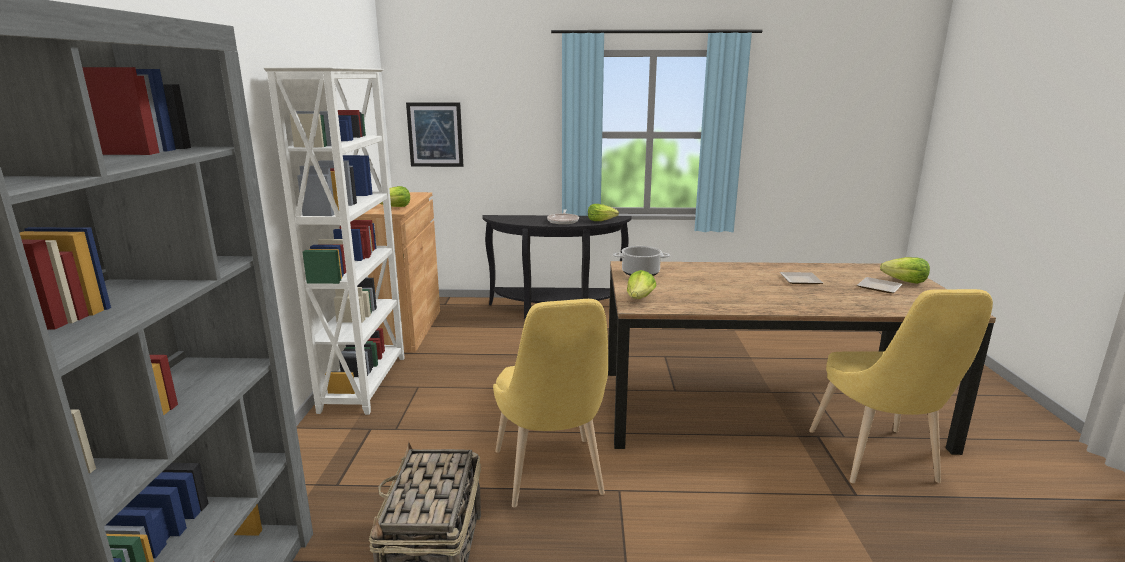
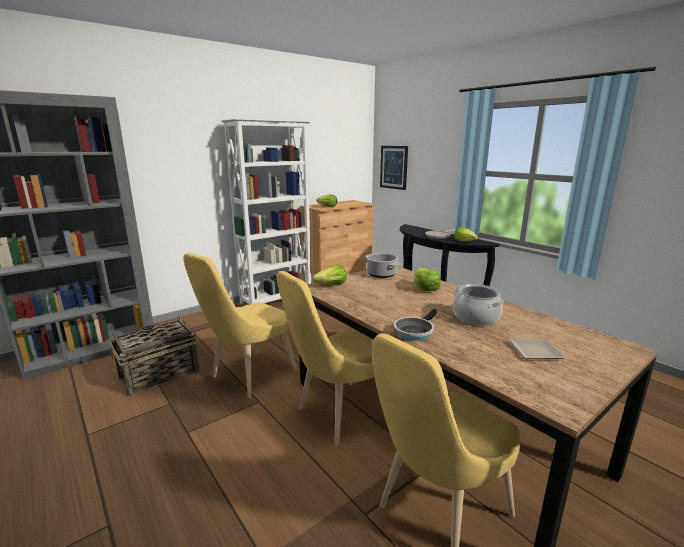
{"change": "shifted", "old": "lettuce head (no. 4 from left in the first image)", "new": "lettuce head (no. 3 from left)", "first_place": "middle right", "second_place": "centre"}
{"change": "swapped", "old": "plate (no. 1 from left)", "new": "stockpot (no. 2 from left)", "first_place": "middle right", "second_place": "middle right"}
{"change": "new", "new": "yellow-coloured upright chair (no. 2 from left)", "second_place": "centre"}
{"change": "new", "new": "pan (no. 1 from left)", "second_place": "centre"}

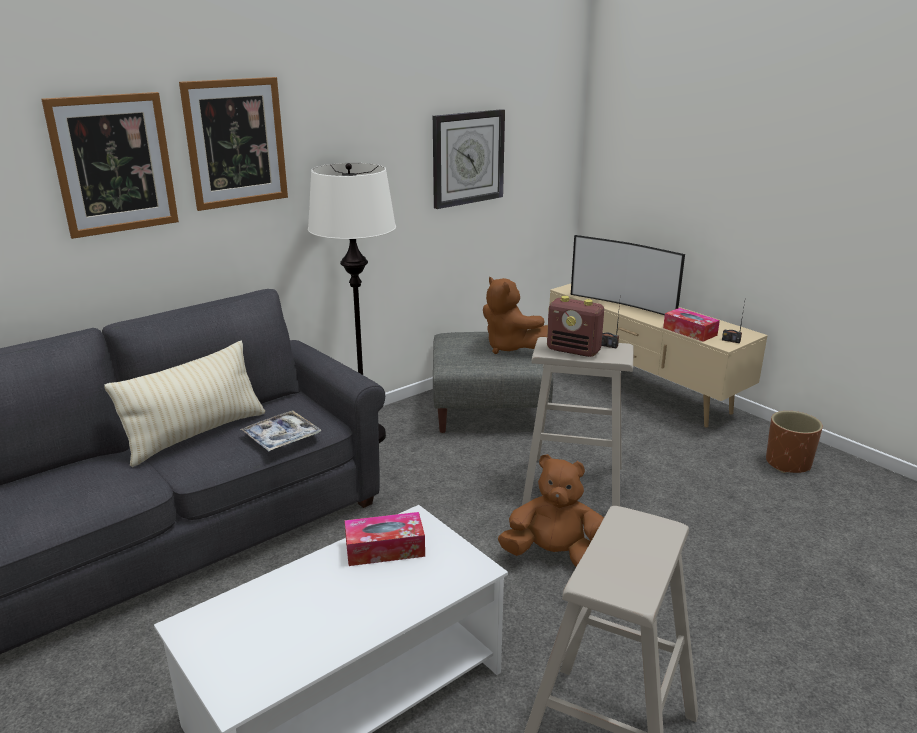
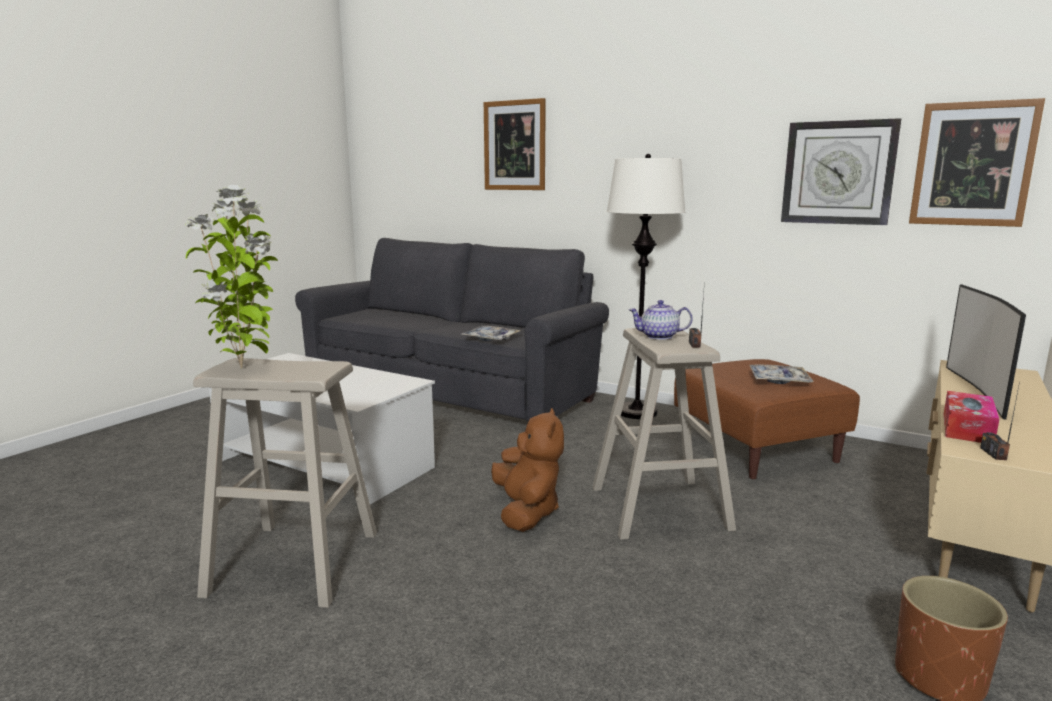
{"change": "shifted", "old": "picture (no. 2 from left)", "first_place": "top left", "second_place": "top right"}
{"change": "swapped", "old": "brown-coloured soft toy (no. 1 from left)", "new": "tray (no. 2 from left)", "first_place": "centre", "second_place": "middle right"}
{"change": "swapped", "old": "radio receiver (no. 1 from left)", "new": "teapot", "first_place": "centre", "second_place": "centre"}
{"change": "repainted", "old": "grey footrest", "new": "brown-coloured footrest", "first_place": "centre", "second_place": "middle right"}
{"change": "gone", "old": "beige throw pillow", "first_place": "middle left"}
{"change": "gone", "old": "box of tissues (no. 1 from left)", "first_place": "bottom centre"}
{"change": "new", "new": "plant in a pot", "second_place": "middle left"}

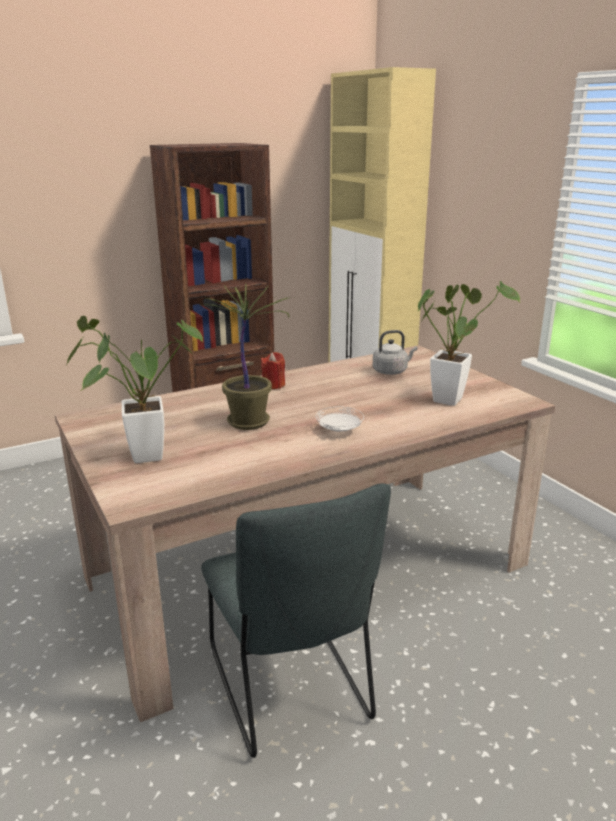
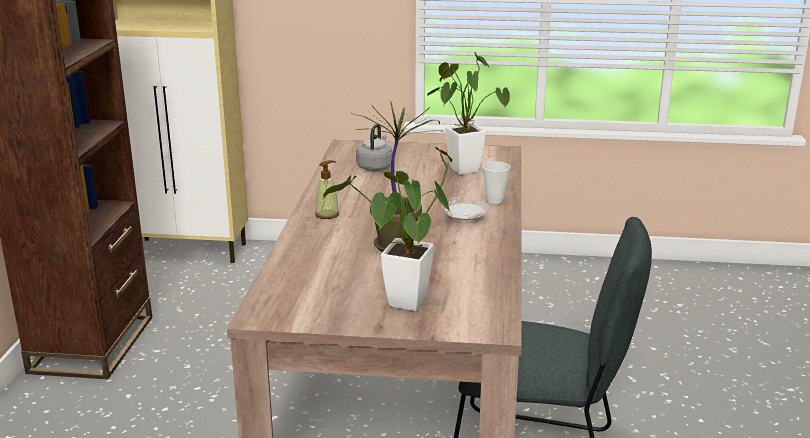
{"change": "swapped", "old": "reddish wax candle", "new": "soap bottle", "first_place": "centre", "second_place": "centre"}
{"change": "new", "new": "cup", "second_place": "centre"}

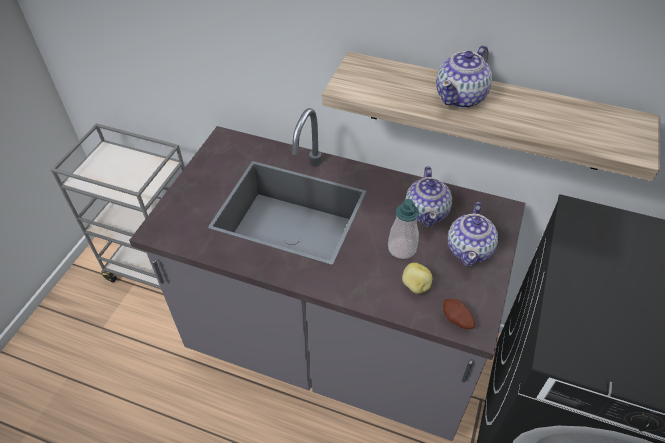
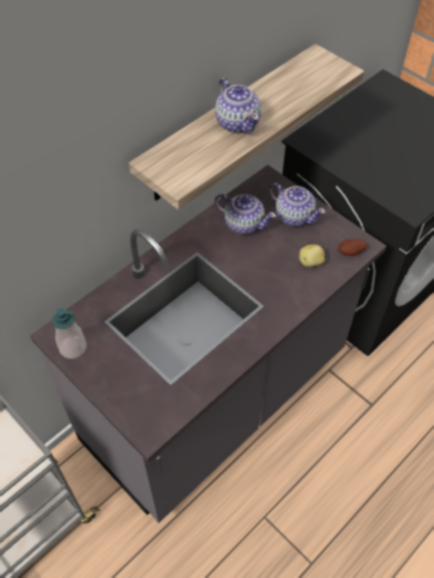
{"change": "shifted", "old": "soap bottle", "first_place": "centre", "second_place": "middle left"}

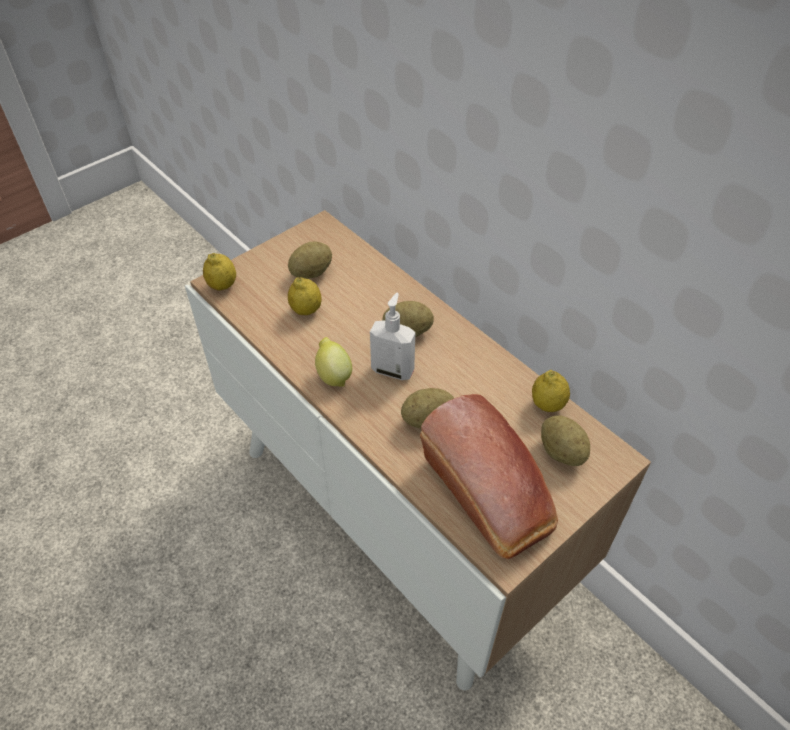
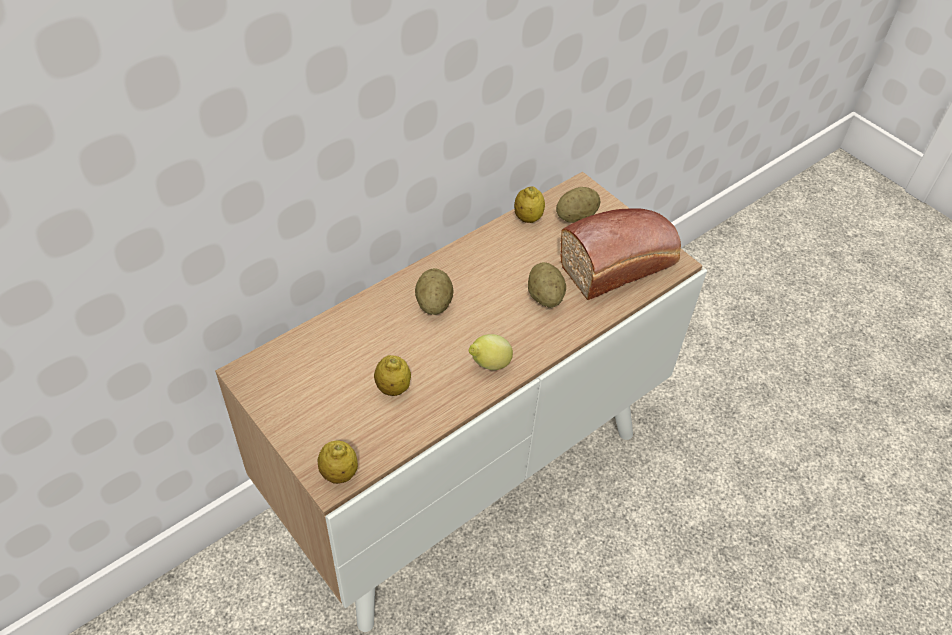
{"change": "gone", "old": "whole potato (no. 1 from left)", "first_place": "centre"}
{"change": "gone", "old": "soap bottle", "first_place": "centre"}

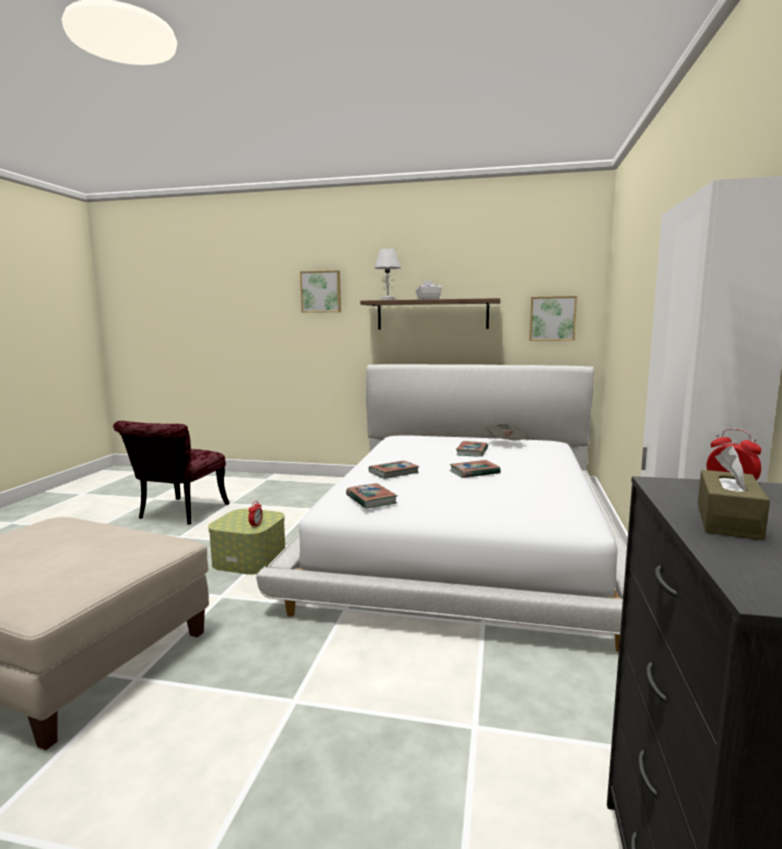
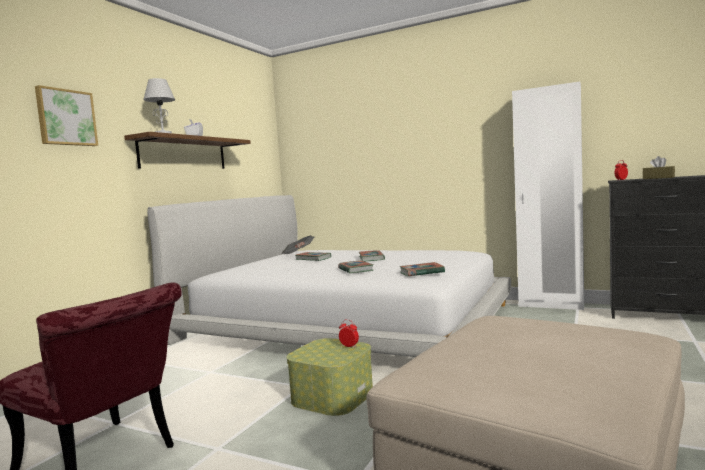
{"change": "gone", "old": "picture (no. 2 from left)", "first_place": "middle right"}

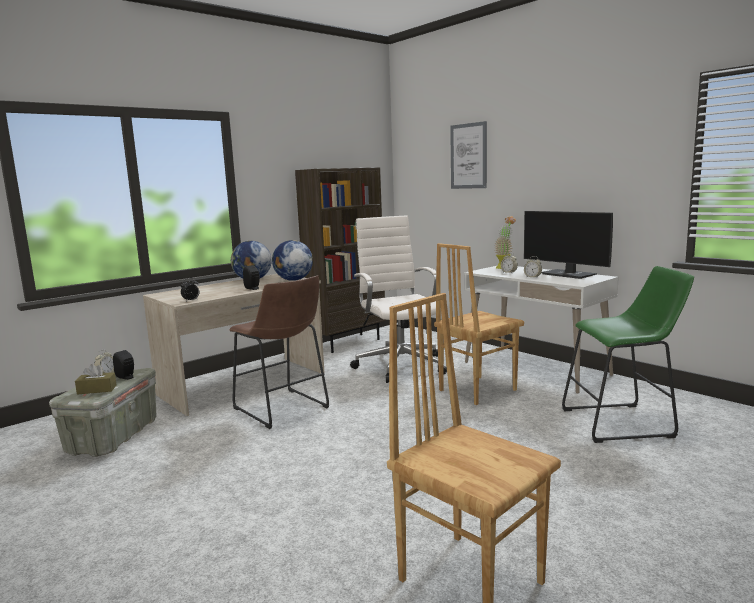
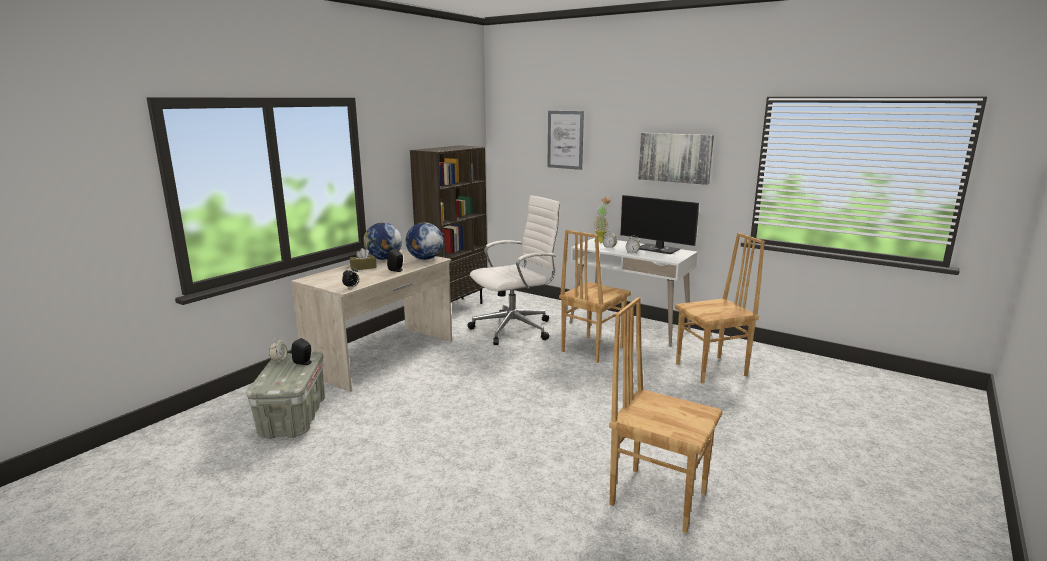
{"change": "rotated", "old": "white-coloured desk chair", "first_place": "centre", "second_place": "centre", "degrees": 90}
{"change": "swapped", "old": "green-coloured stool", "new": "brown-coloured upright chair (no. 3 from left)", "first_place": "middle right", "second_place": "middle right"}
{"change": "gone", "old": "brown-coloured stool", "first_place": "centre"}
{"change": "shifted", "old": "brown-coloured box of tissues", "first_place": "middle left", "second_place": "centre"}
{"change": "new", "new": "picture (no. 2 from left)", "second_place": "top centre"}

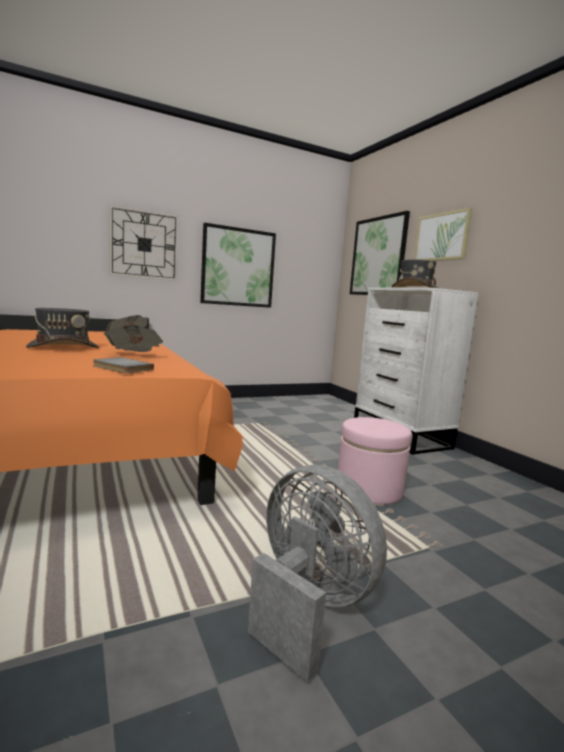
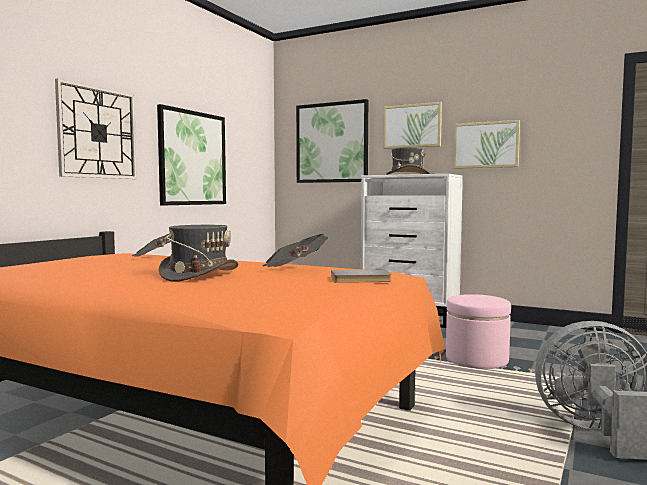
{"change": "new", "new": "picture (no. 4 from left)", "second_place": "top right"}

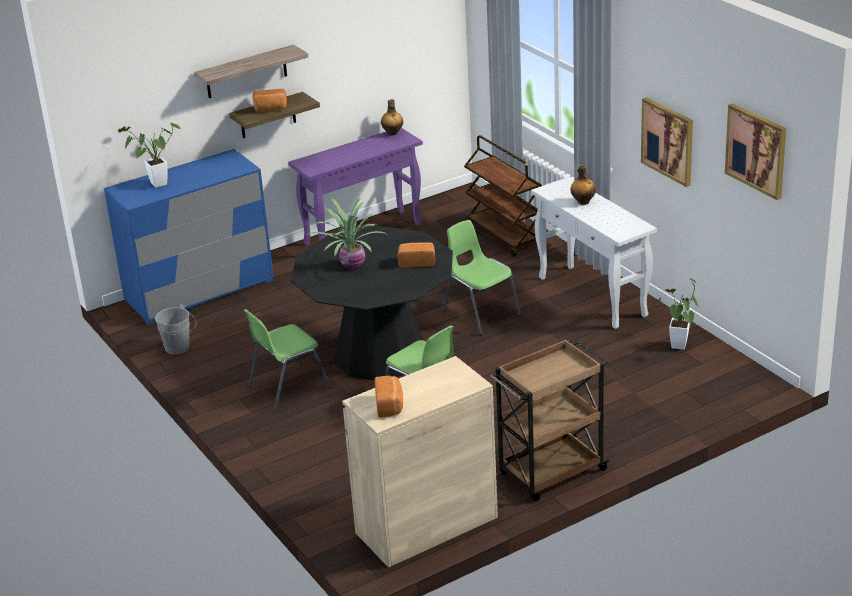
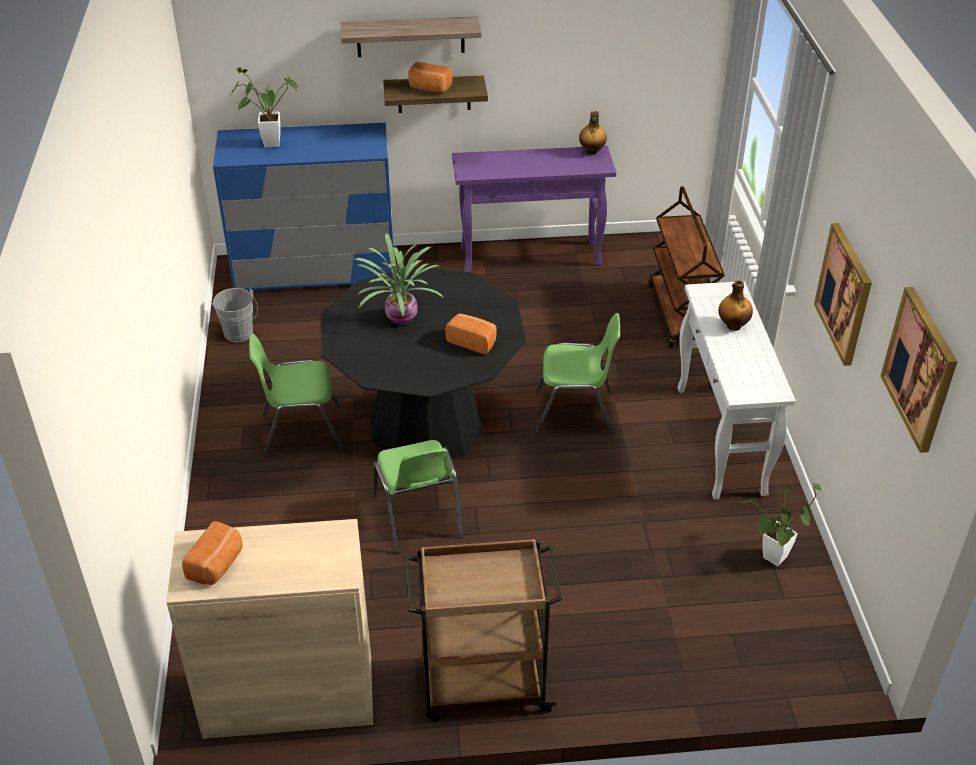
{"change": "rotated", "old": "green-coloured upright chair (no. 3 from left)", "first_place": "centre", "second_place": "centre", "degrees": 105}

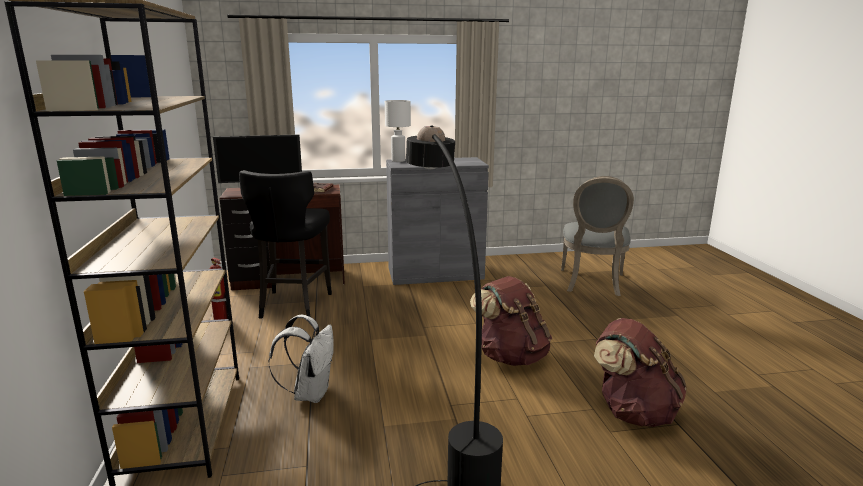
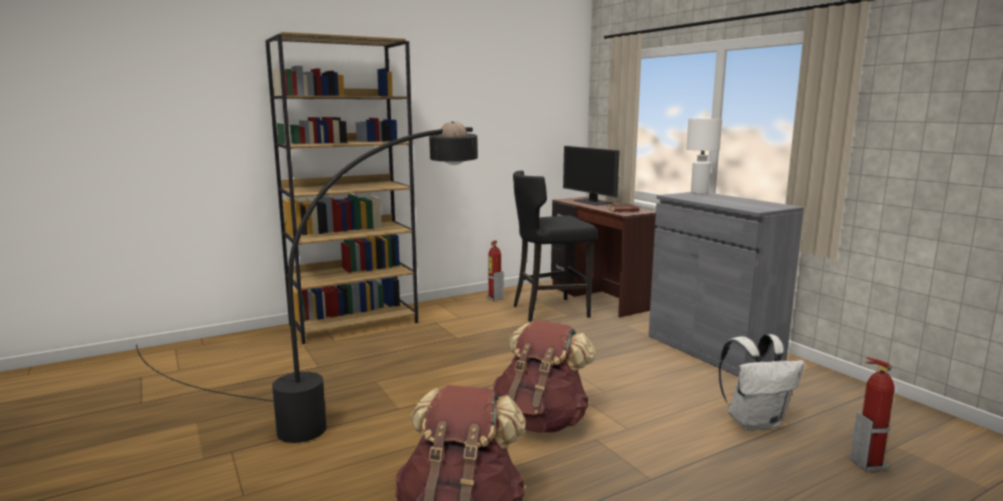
{"change": "swapped", "old": "grey upright chair", "new": "fire-fighting cylinder (no. 2 from left)", "first_place": "middle right", "second_place": "bottom right"}
{"change": "shifted", "old": "white-coloured rucksack", "first_place": "bottom centre", "second_place": "bottom right"}

